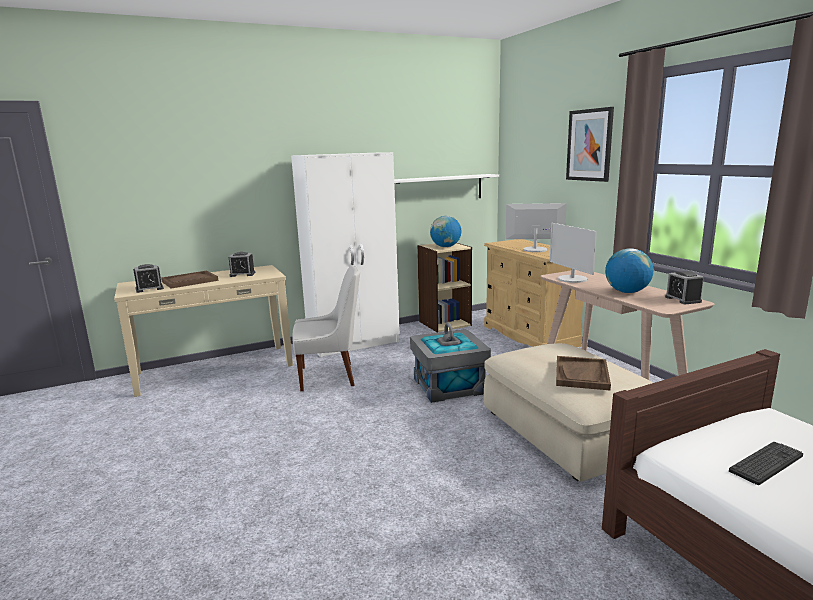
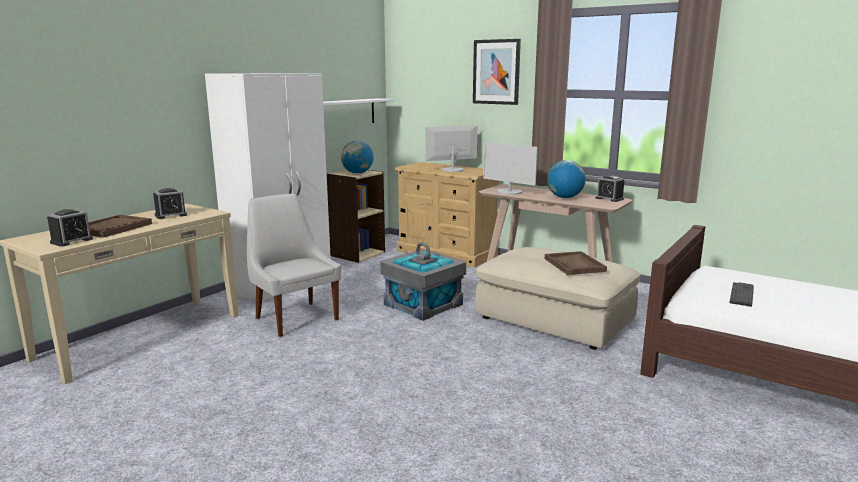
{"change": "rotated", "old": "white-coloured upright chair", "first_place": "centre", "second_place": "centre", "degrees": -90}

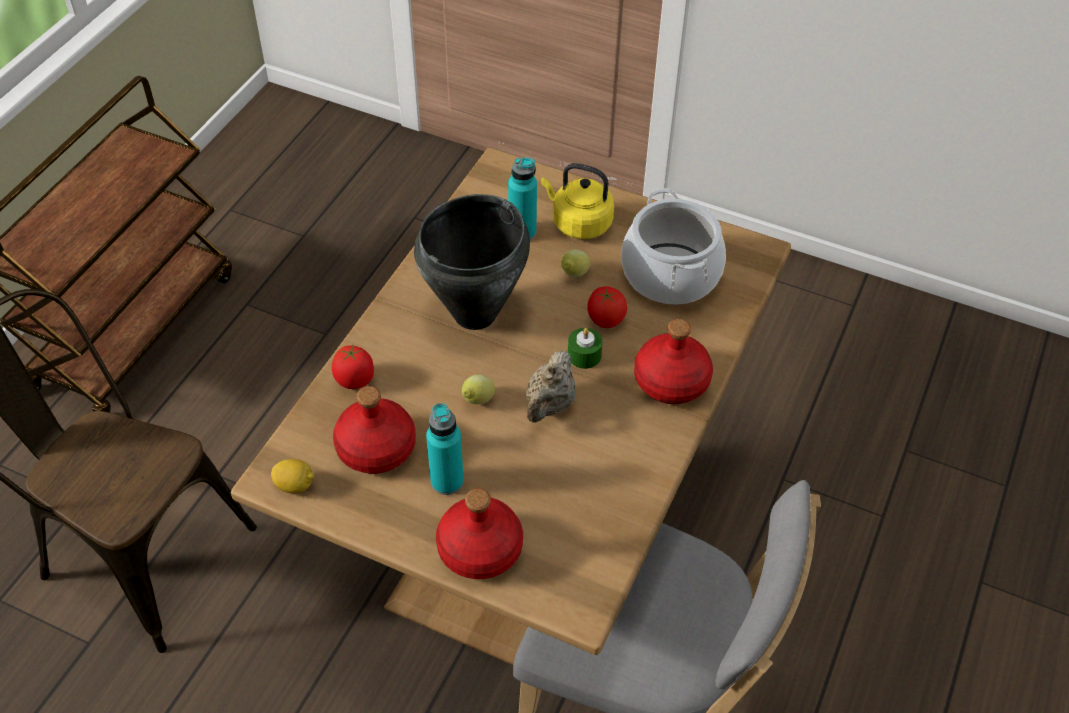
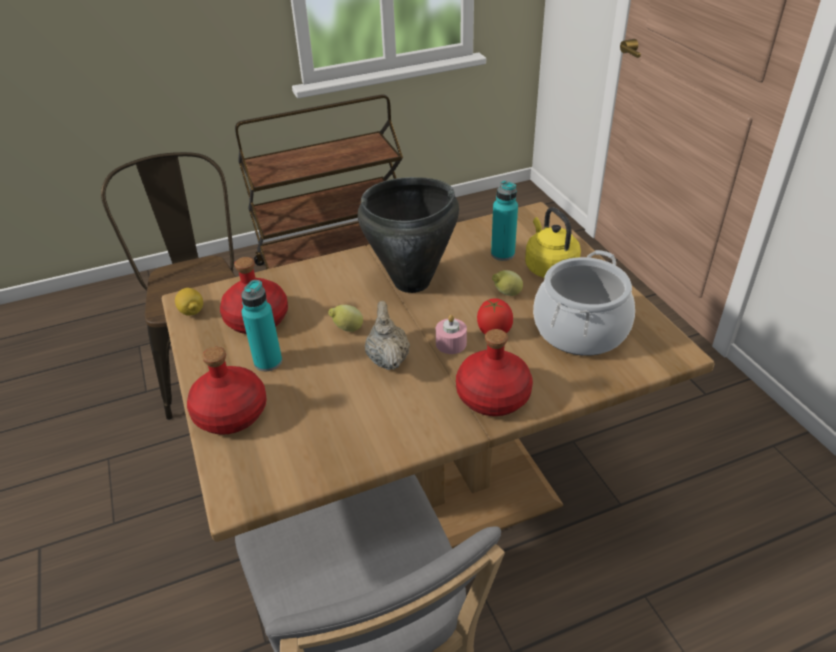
{"change": "repainted", "old": "green-coloured wax candle", "new": "pinkish wax candle", "first_place": "centre", "second_place": "centre"}
{"change": "gone", "old": "whole tomato (no. 1 from left)", "first_place": "middle left"}
{"change": "rotated", "old": "beige teapot", "first_place": "centre", "second_place": "centre", "degrees": 105}

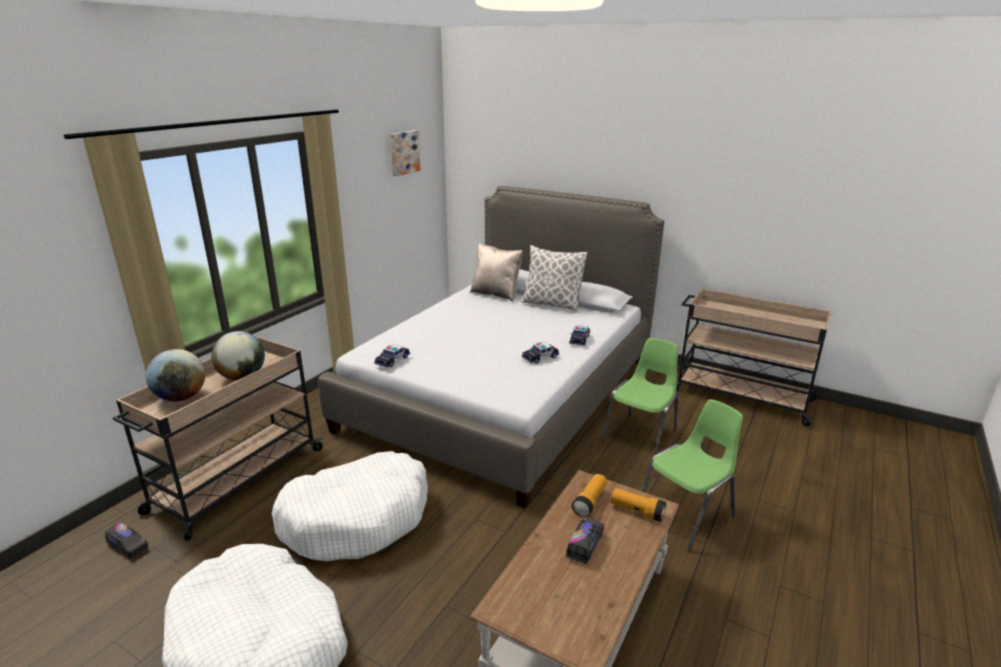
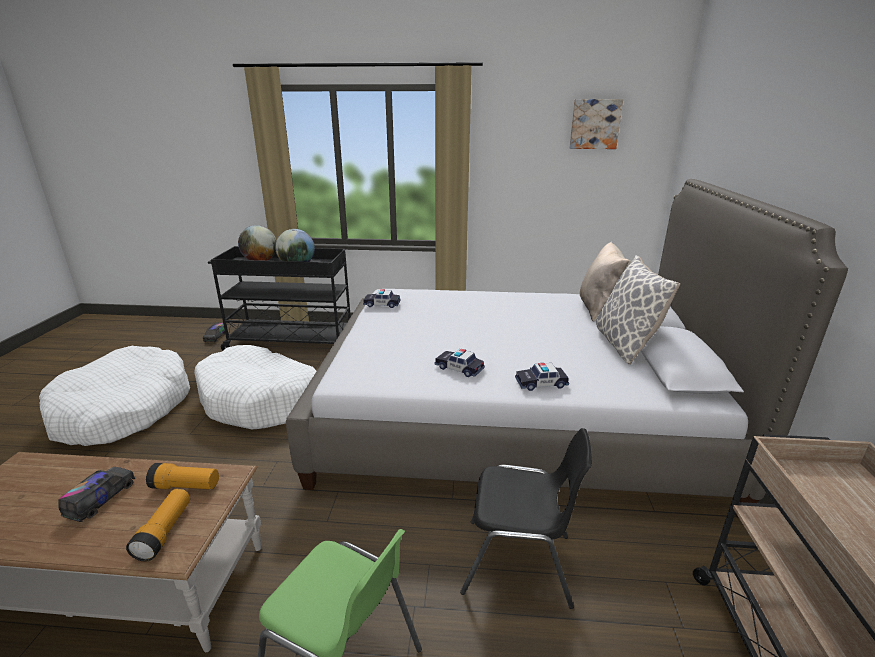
{"change": "repainted", "old": "beige trolley (no. 1 from left)", "new": "black-coloured trolley", "first_place": "middle left", "second_place": "middle left"}
{"change": "repainted", "old": "green-coloured upright chair (no. 1 from left)", "new": "black-coloured upright chair", "first_place": "centre", "second_place": "bottom centre"}
{"change": "rotated", "old": "toy truck (no. 2 from left in the first image)", "first_place": "bottom centre", "second_place": "bottom left", "degrees": -75}

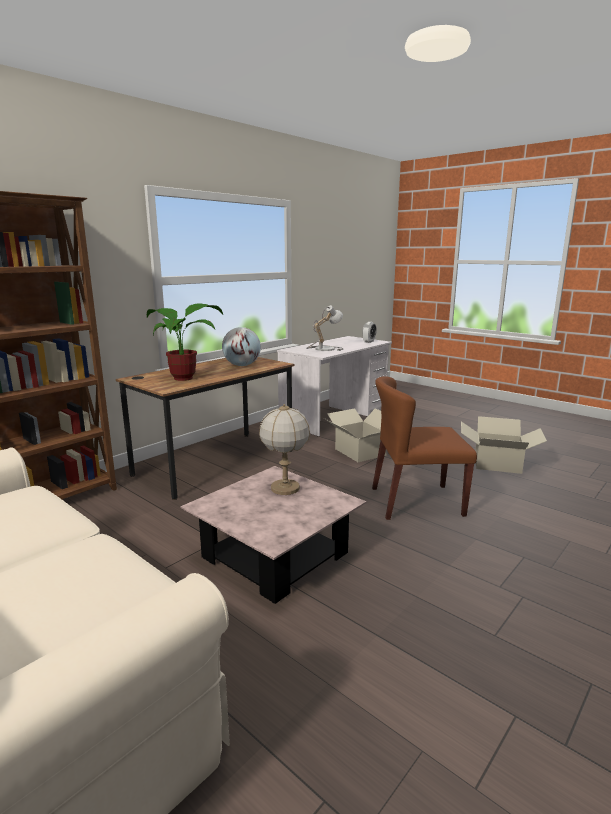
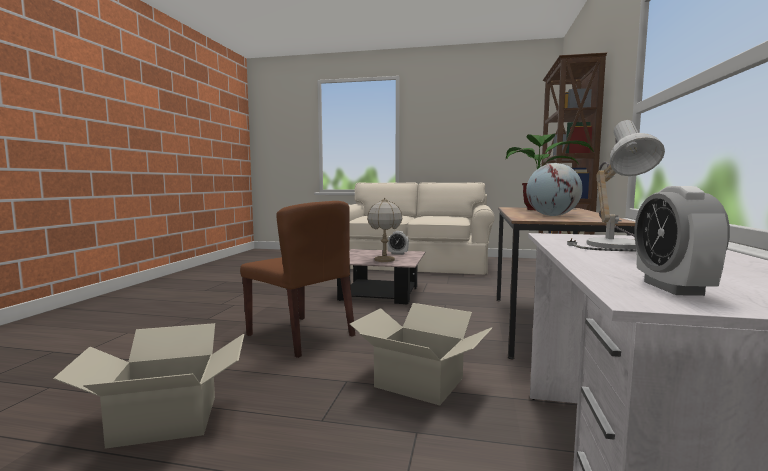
{"change": "rotated", "old": "brown-coloured upright chair", "first_place": "middle right", "second_place": "centre", "degrees": 75}
{"change": "new", "new": "table clock (no. 1 from left)", "second_place": "centre"}

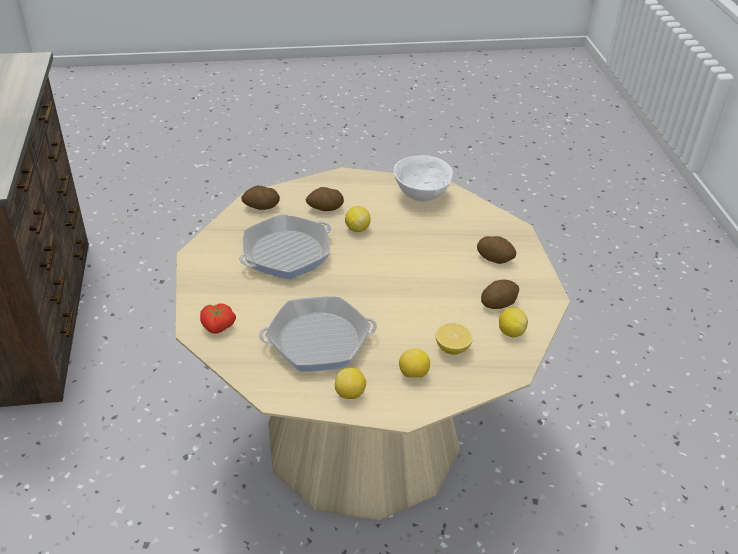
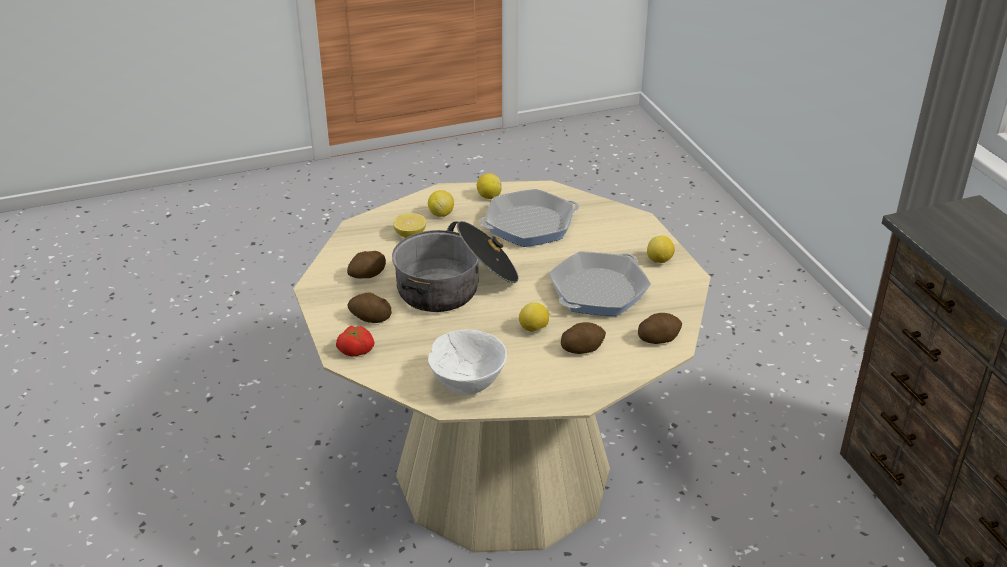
{"change": "shifted", "old": "whole tomato", "first_place": "middle left", "second_place": "centre"}
{"change": "shifted", "old": "lemon (no. 5 from left)", "first_place": "middle right", "second_place": "centre"}
{"change": "new", "new": "stockpot", "second_place": "centre"}

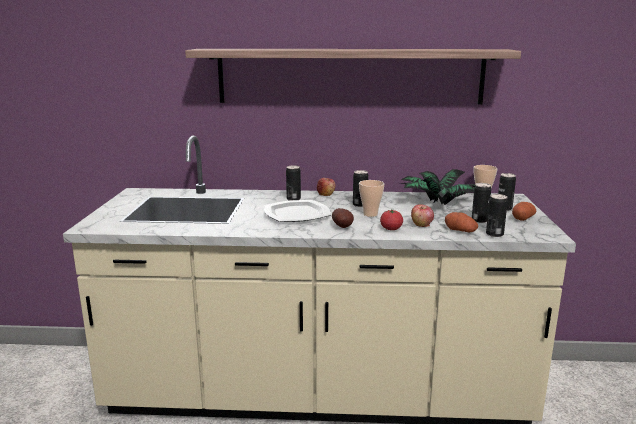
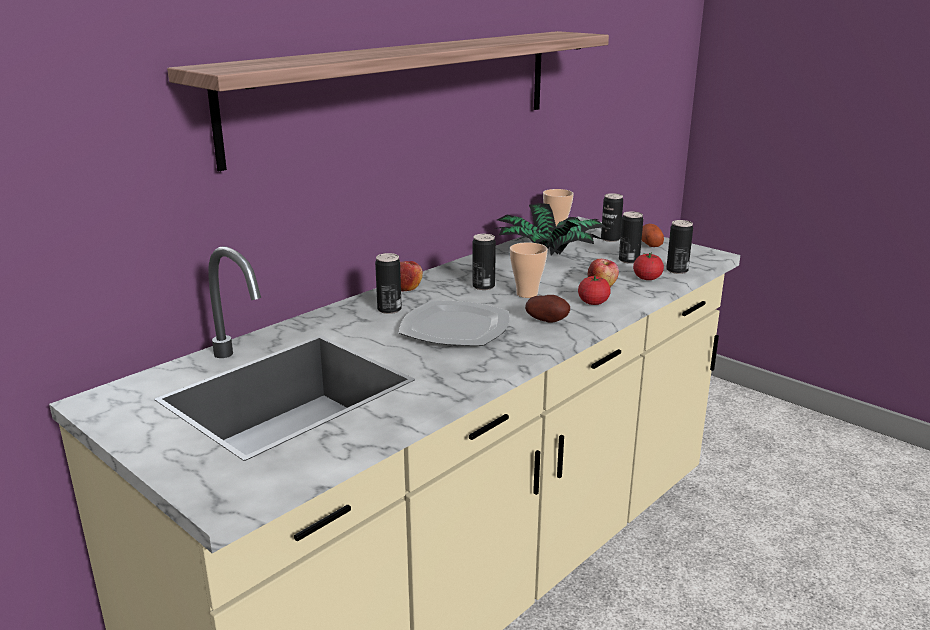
{"change": "swapped", "old": "whole potato (no. 2 from left)", "new": "whole tomato (no. 2 from left)", "first_place": "middle right", "second_place": "middle right"}

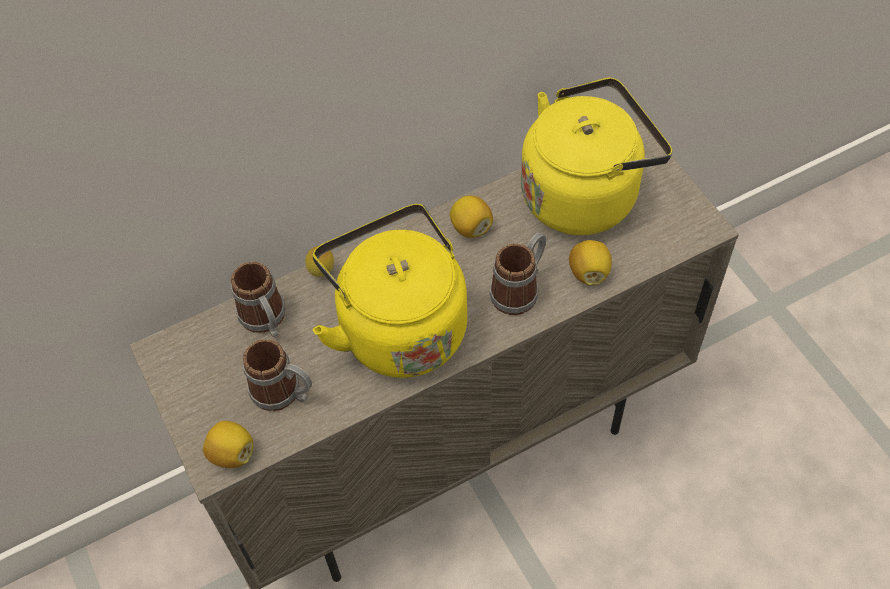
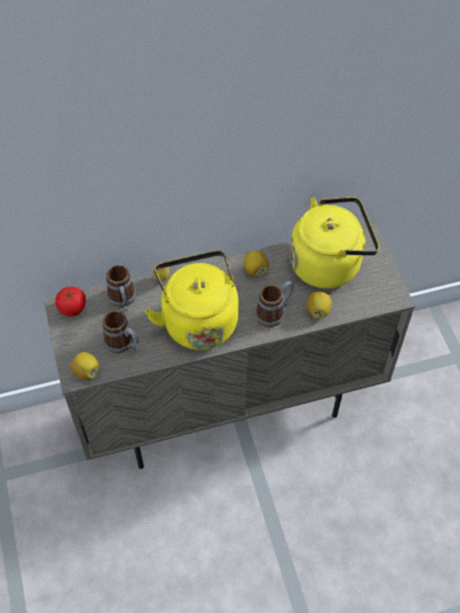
{"change": "new", "new": "whole tomato", "second_place": "middle left"}

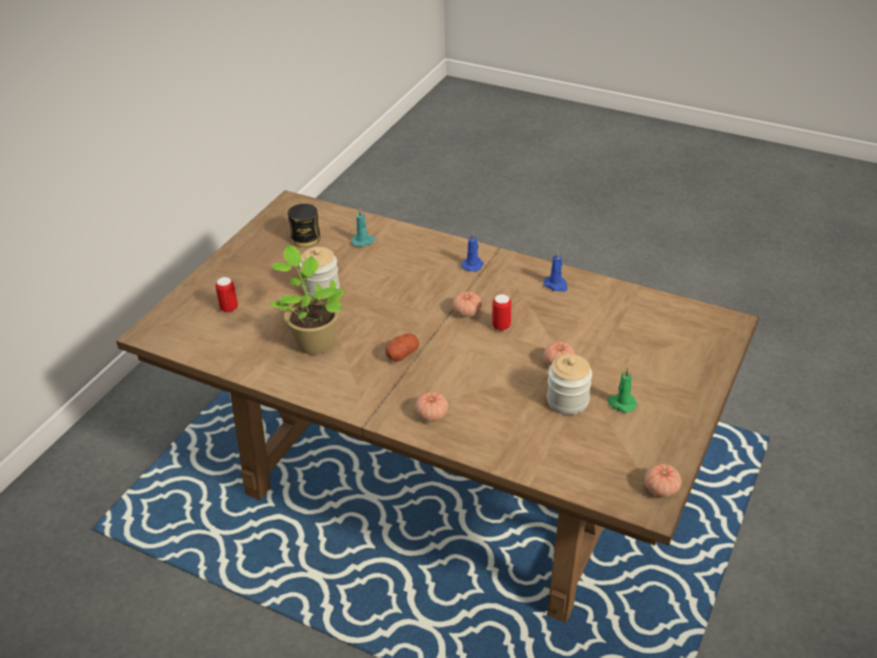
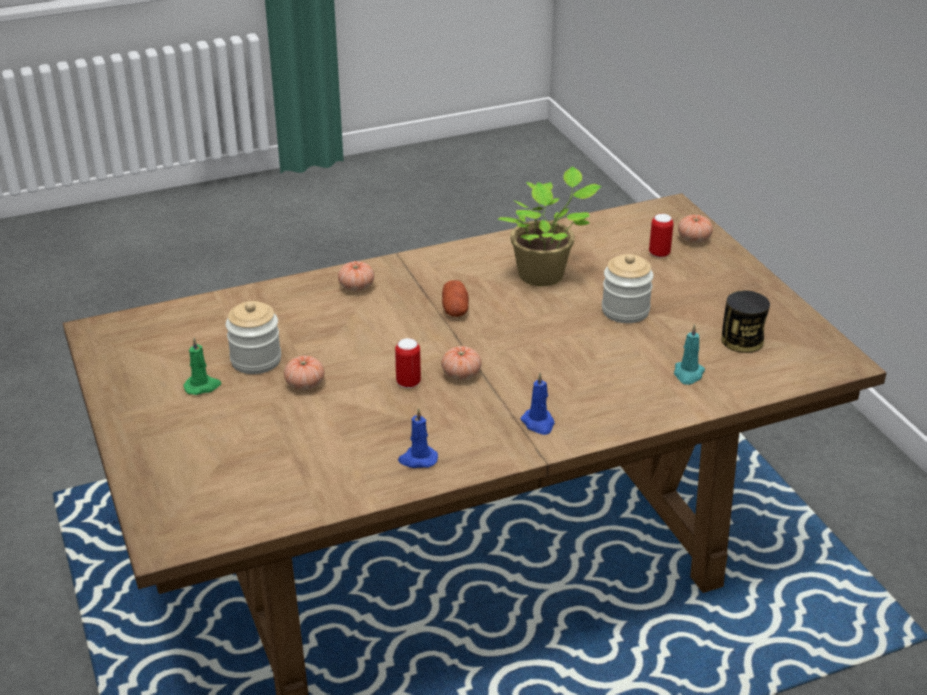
{"change": "shifted", "old": "whole tomato (no. 4 from left)", "first_place": "bottom right", "second_place": "top right"}

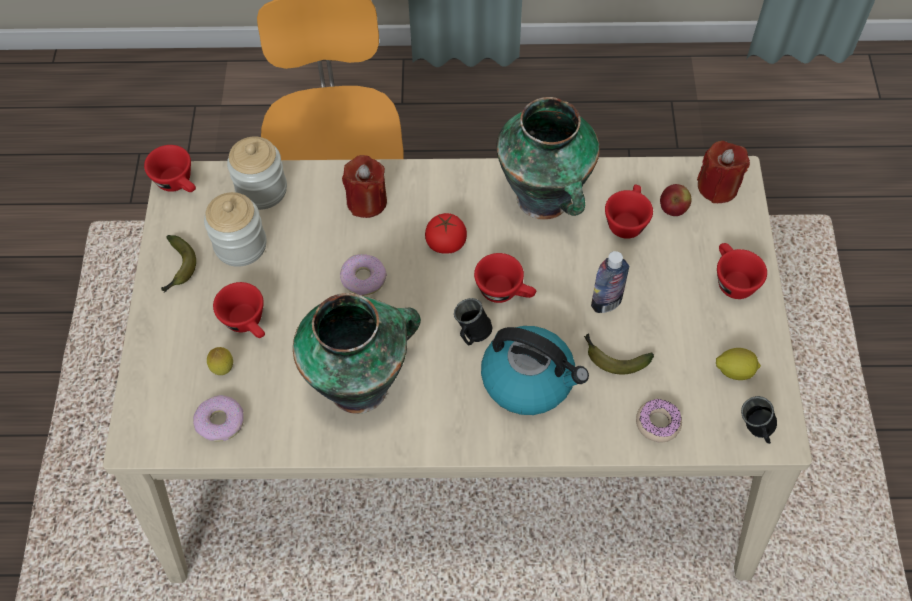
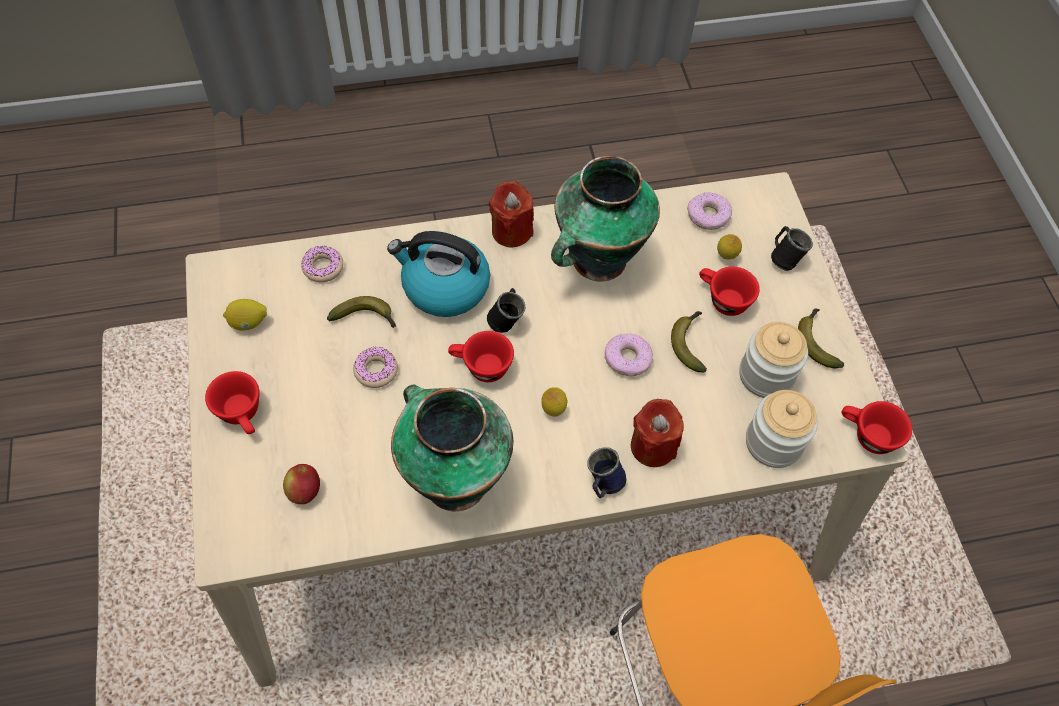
{"change": "shifted", "old": "reddish wax candle (no. 2 from left in the first image)", "new": "reddish wax candle (no. 1 from left)", "first_place": "top right", "second_place": "top centre"}
{"change": "gone", "old": "reddish cup (no. 4 from left)", "first_place": "middle right"}
{"change": "swapped", "old": "whole tomato", "new": "lemon (no. 2 from left)", "first_place": "centre", "second_place": "centre"}
{"change": "swapped", "old": "drink bottle", "new": "donut (no. 2 from left)", "first_place": "middle right", "second_place": "centre"}
{"change": "shifted", "old": "black-coloured tea mug (no. 2 from left)", "first_place": "bottom right", "second_place": "middle right"}
{"change": "new", "new": "whole banana (no. 2 from left)", "second_place": "centre"}
{"change": "new", "new": "blue-coloured tea mug", "second_place": "bottom centre"}

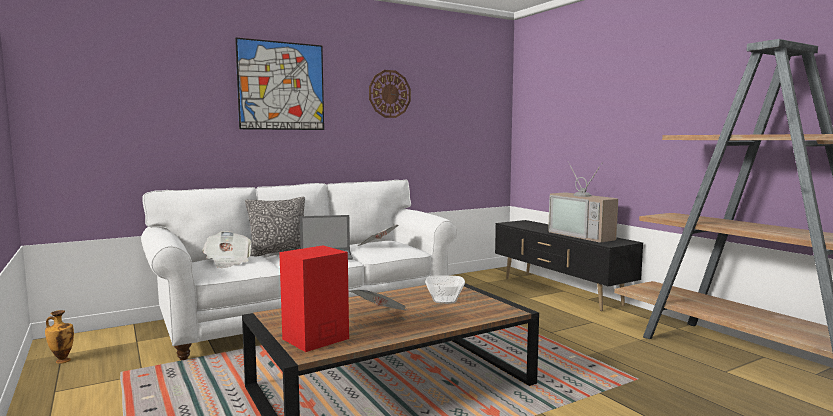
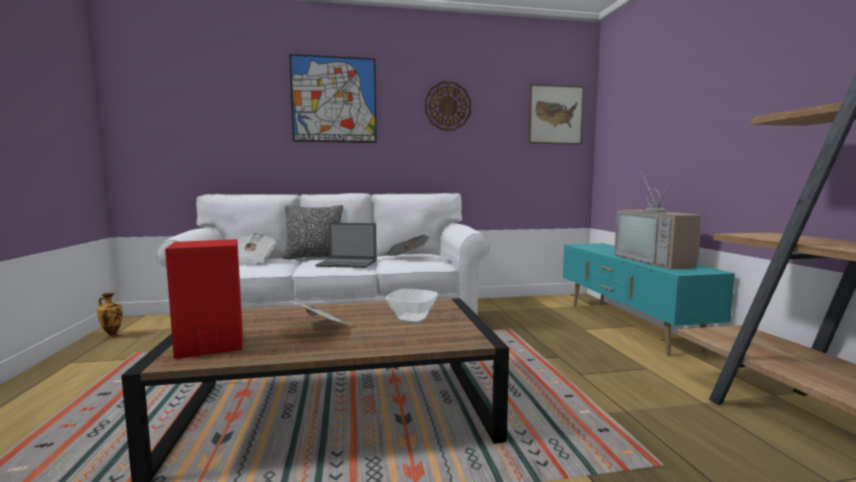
{"change": "repainted", "old": "black-coloured tv unit", "new": "blue-green tv unit", "first_place": "middle right", "second_place": "middle right"}
{"change": "new", "new": "picture (no. 2 from left)", "second_place": "top centre"}

